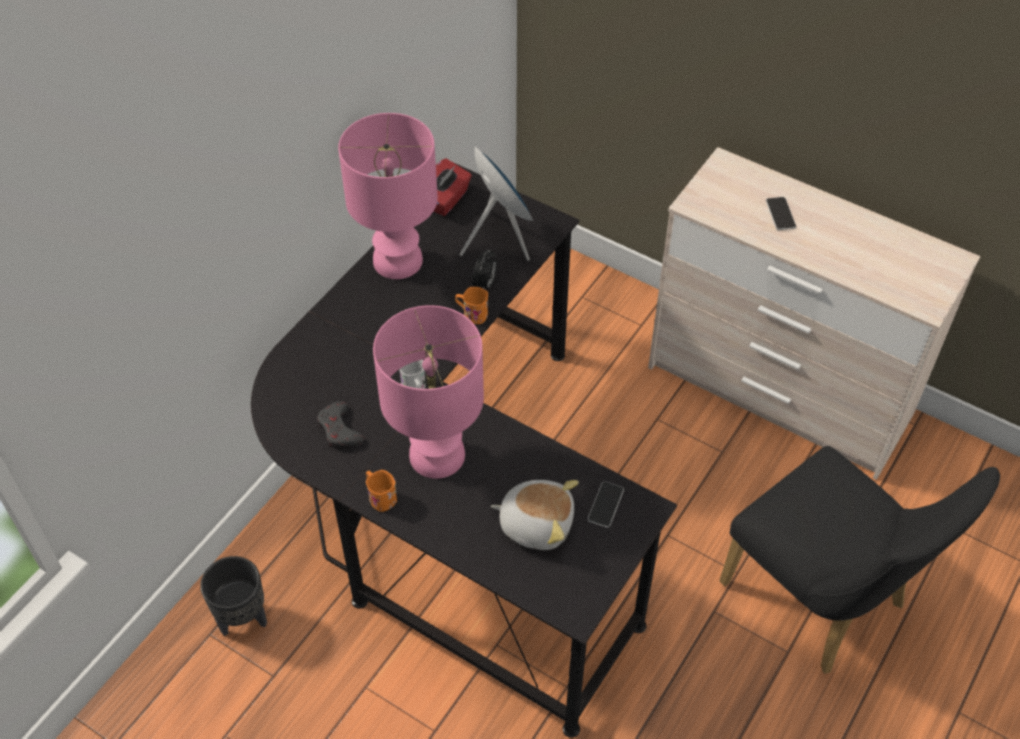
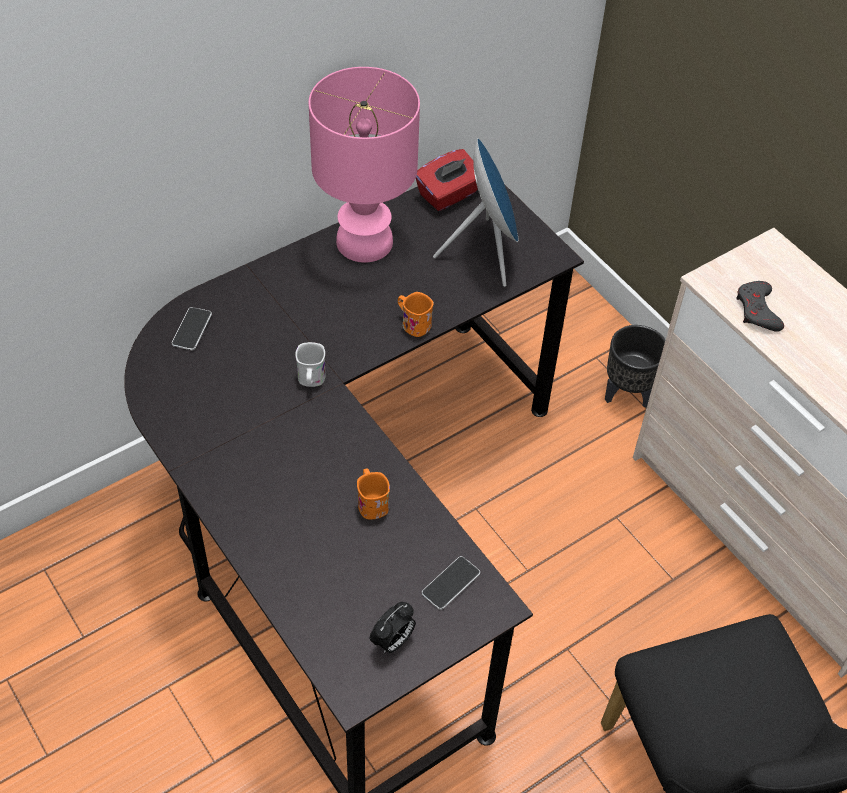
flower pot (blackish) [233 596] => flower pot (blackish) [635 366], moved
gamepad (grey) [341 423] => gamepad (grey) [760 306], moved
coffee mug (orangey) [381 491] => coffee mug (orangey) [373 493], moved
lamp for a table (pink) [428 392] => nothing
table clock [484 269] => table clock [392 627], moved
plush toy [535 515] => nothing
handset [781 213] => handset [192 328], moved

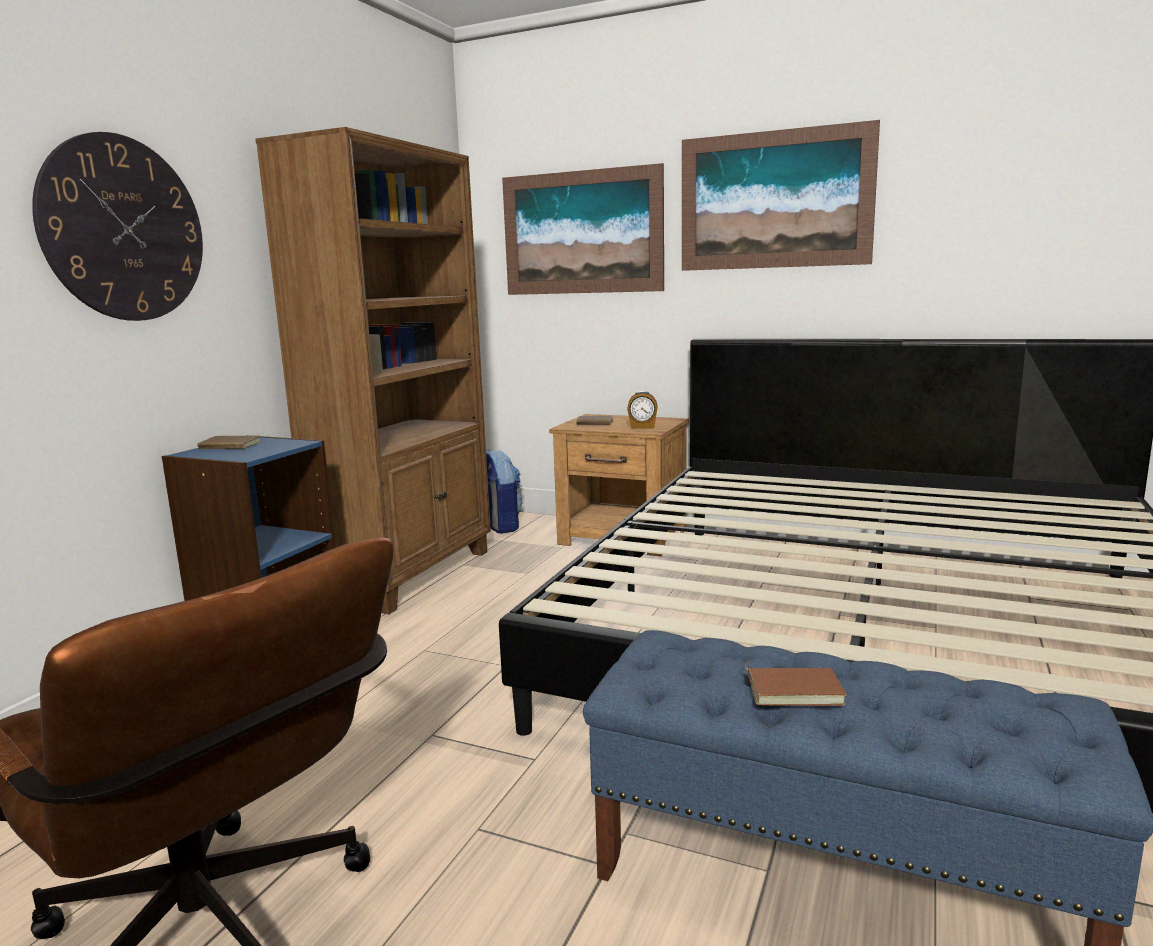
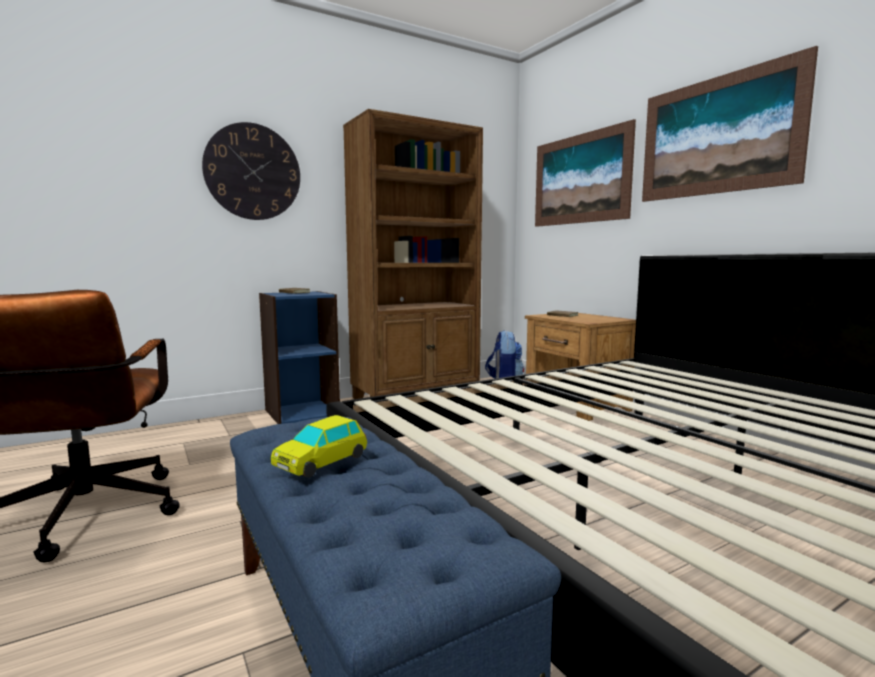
table clock [642 410] => nothing
bound book (brown) [796 683] => miniature car [319 446]

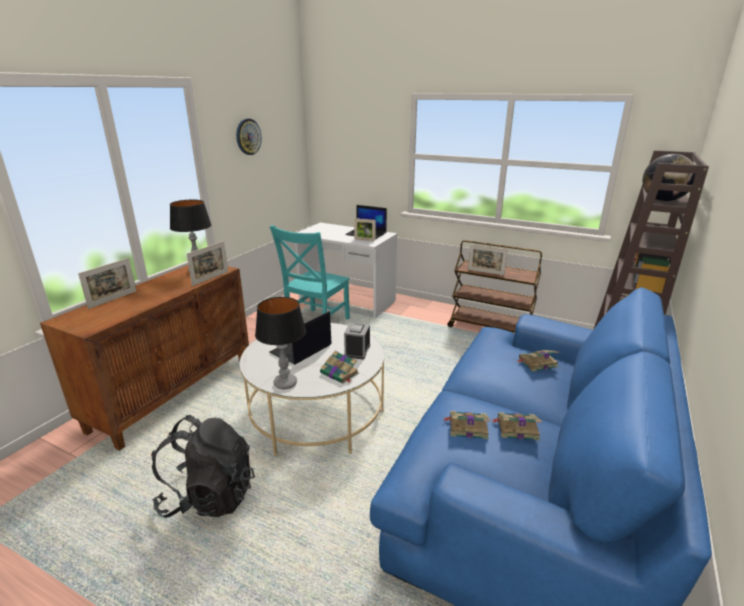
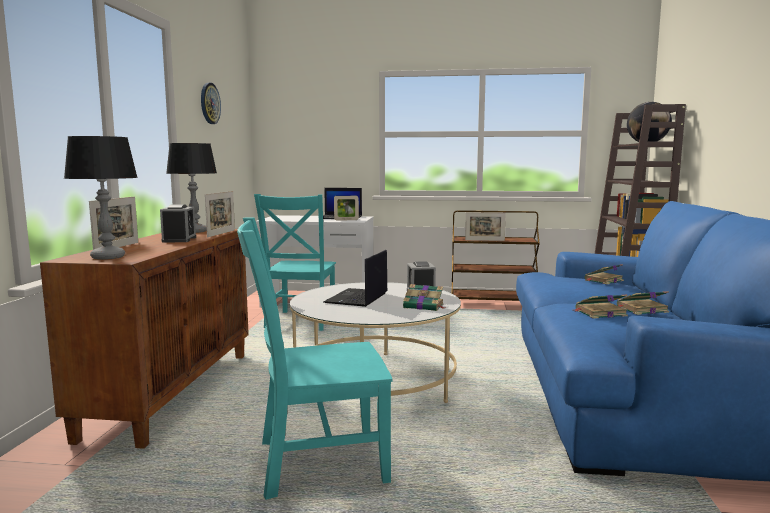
knapsack (blackish) [203 466] => upright chair (turquoise) [315 358]
lamp for a table [280 343] => lamp for a table [101 198], moved
nothing => table clock [178 223]

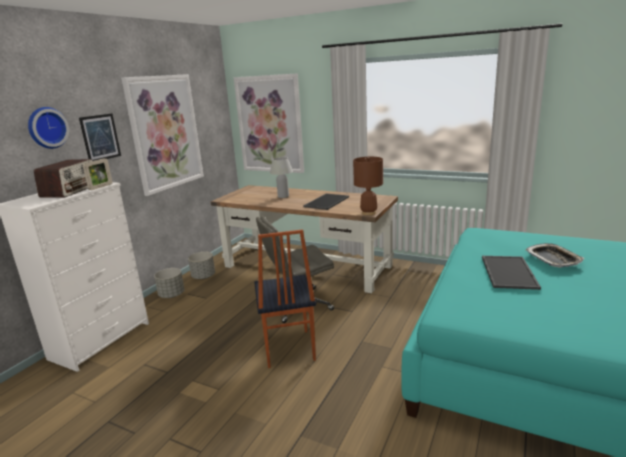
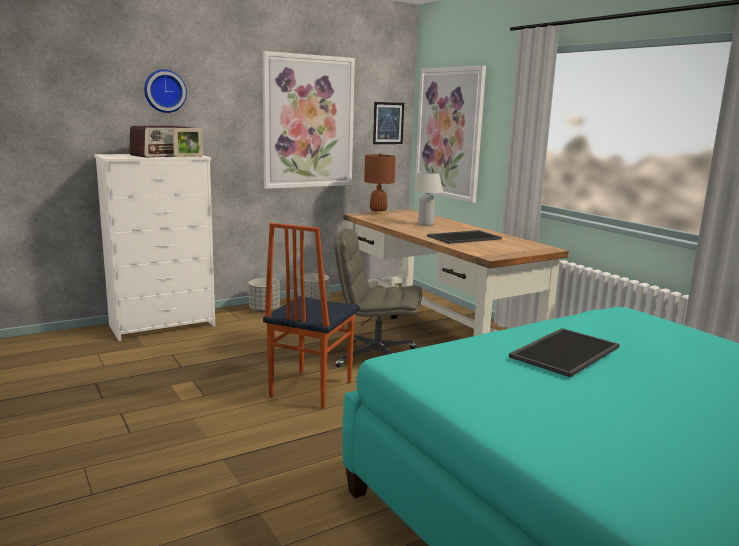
wall art [100 137] => wall art [388 123], moved
lamp for a table (brown) [368 186] => lamp for a table (brown) [380 184], moved
serving tray [554 255] => nothing

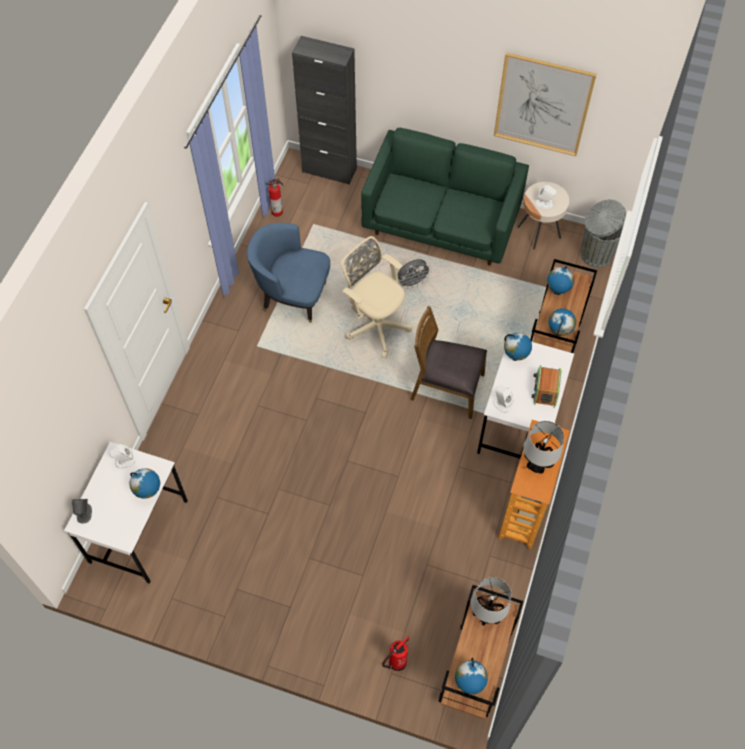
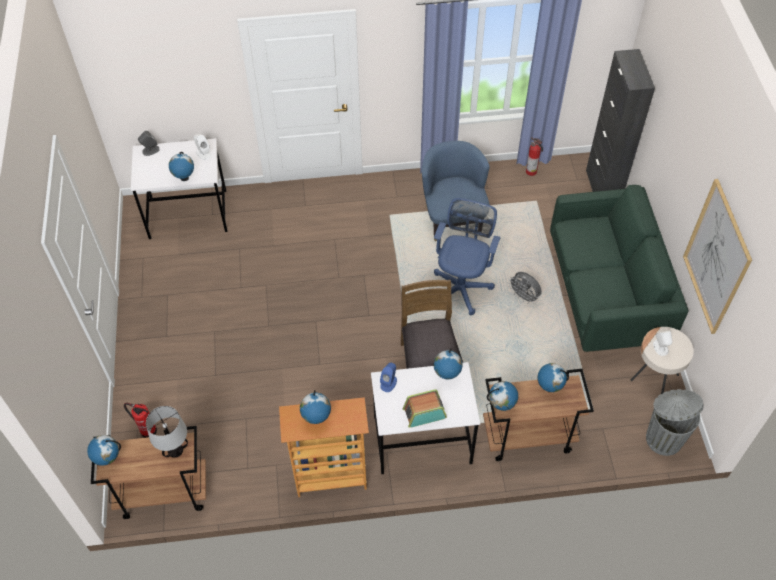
desk chair (sand-coloured) [376 297] => desk chair (bluish) [467 256]
loudspeaker (white) [503 399] => loudspeaker (bluish) [388 377]
lamp for a table [543 447] => globe [315 407]

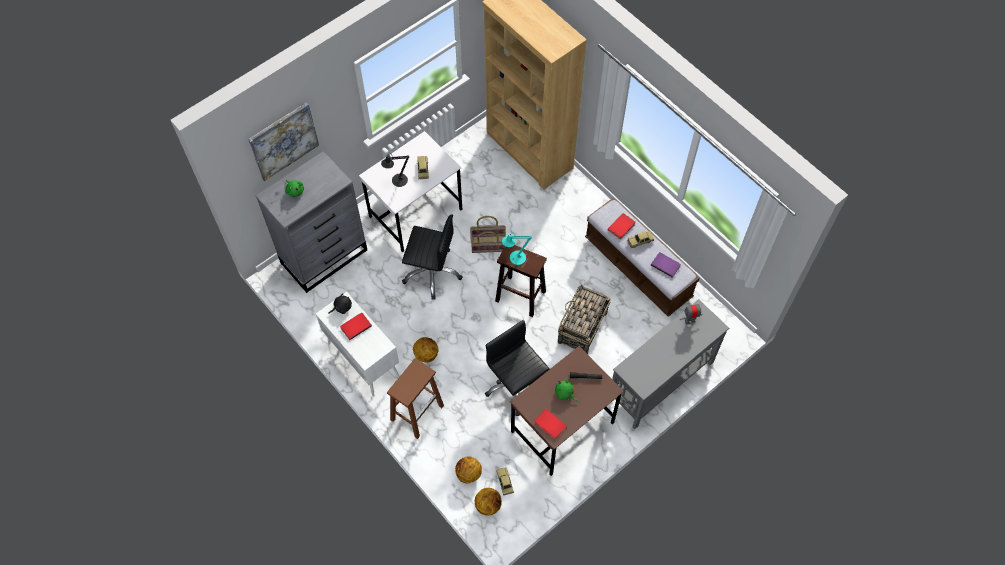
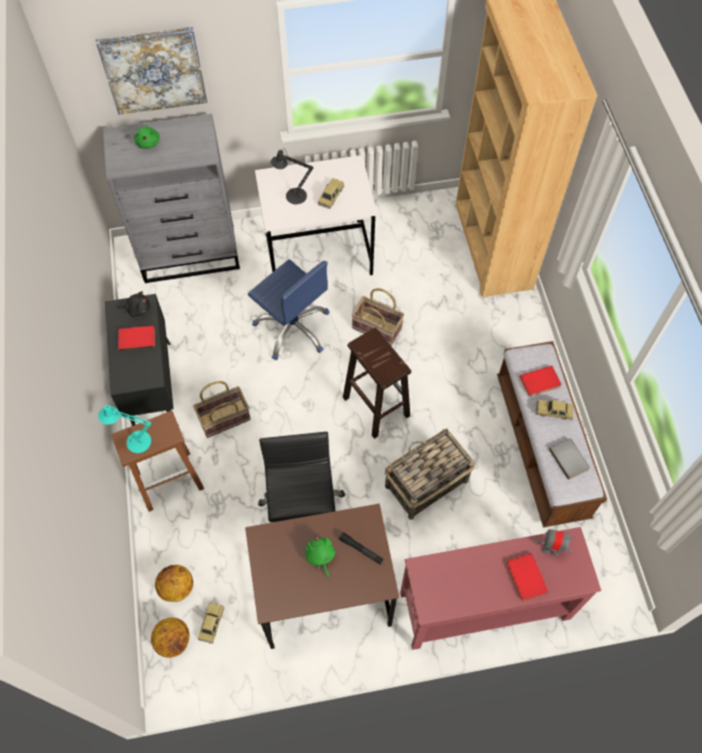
storage cabinet (white) [357 344] => storage cabinet (blackish) [142 360]
desk chair (blackish) [432 257] => desk chair (bluish) [289 309]
basketball [425 349] => storage basket [222 409]
lamp for a table (turquoise) [517 248] => lamp for a table (turquoise) [124 429], moved
bound book (red-coloured) [550 424] => bound book (red-coloured) [527 577], moved
console table (grey) [670 364] => console table (red-coloured) [500 588]
bound book (purple-coloured) [666 265] => bound book (grey) [569 459]

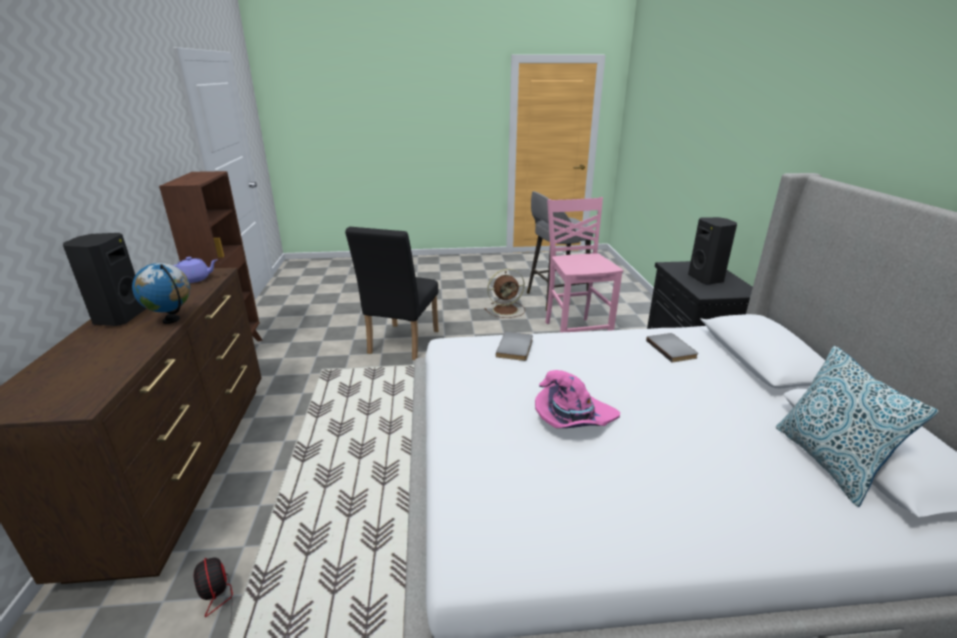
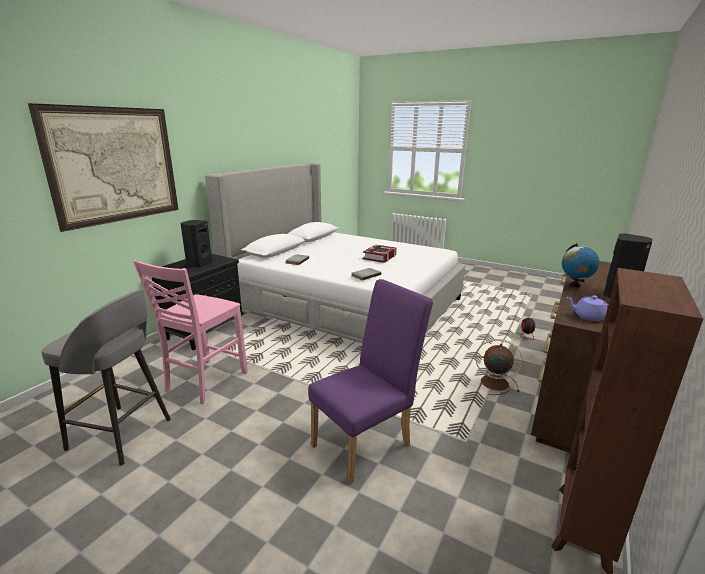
upright chair (blackish) [392 293] => upright chair (purple-coloured) [370 381]
cooling fan (brown) [504 293] => cooling fan (brown) [499 367], moved
hat (pink) [577 399] => bound book [380 254]
cushion [857 426] => nothing
nothing => wall art [103 167]

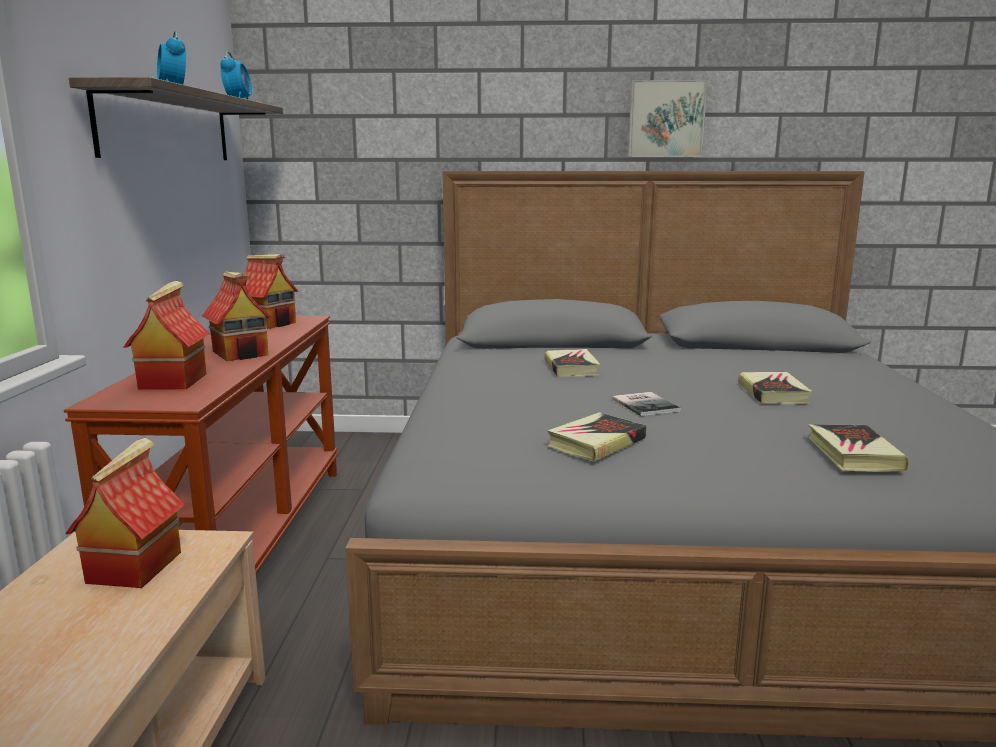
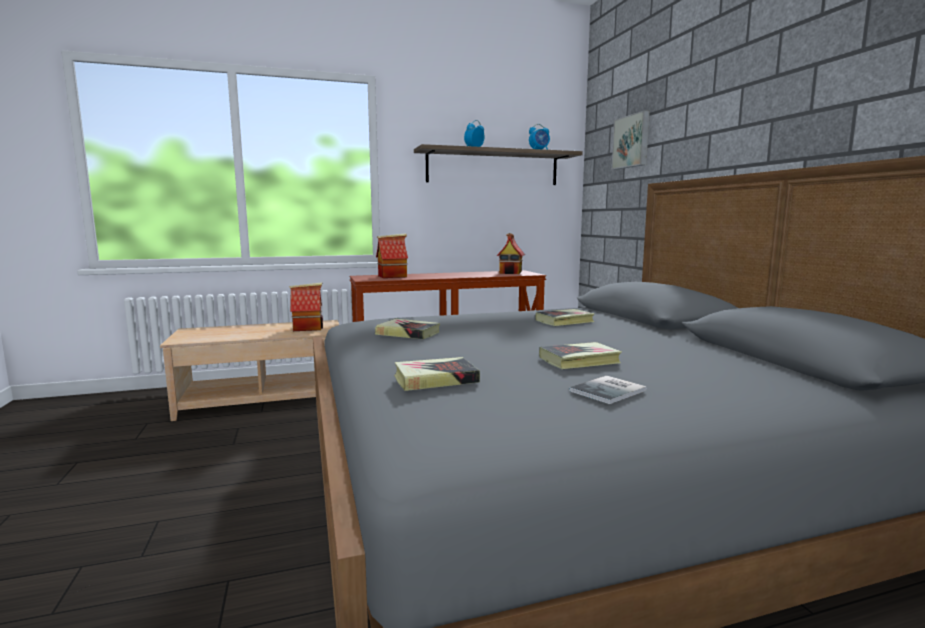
model house [237 316] => nothing
bound book [646 404] => bound book [608 390], moved
wall art [667 118] => wall art [631 140], moved

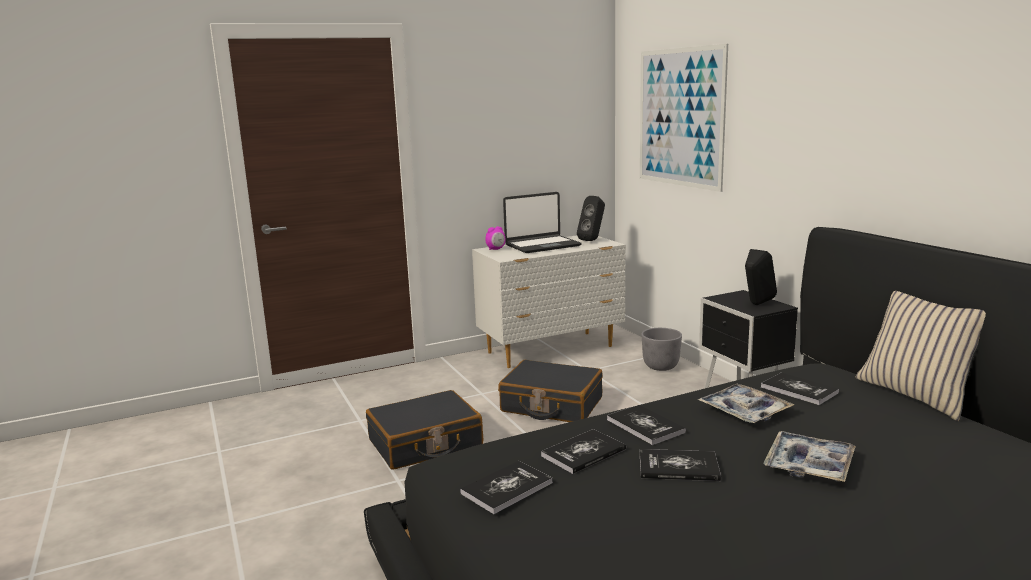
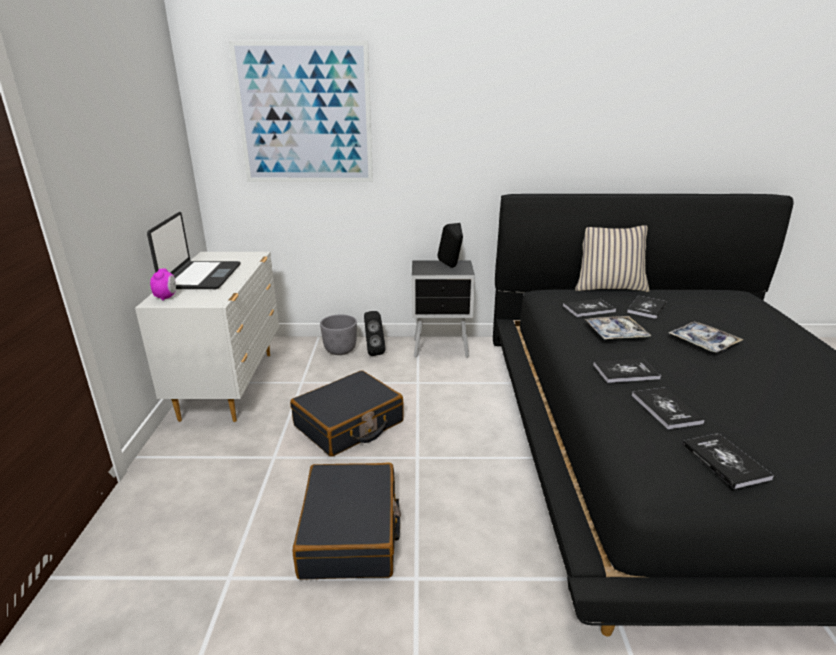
loudspeaker (blackish) [591 218] => loudspeaker (blackish) [375 333], moved
bound book [680 465] => bound book [646 307], moved

